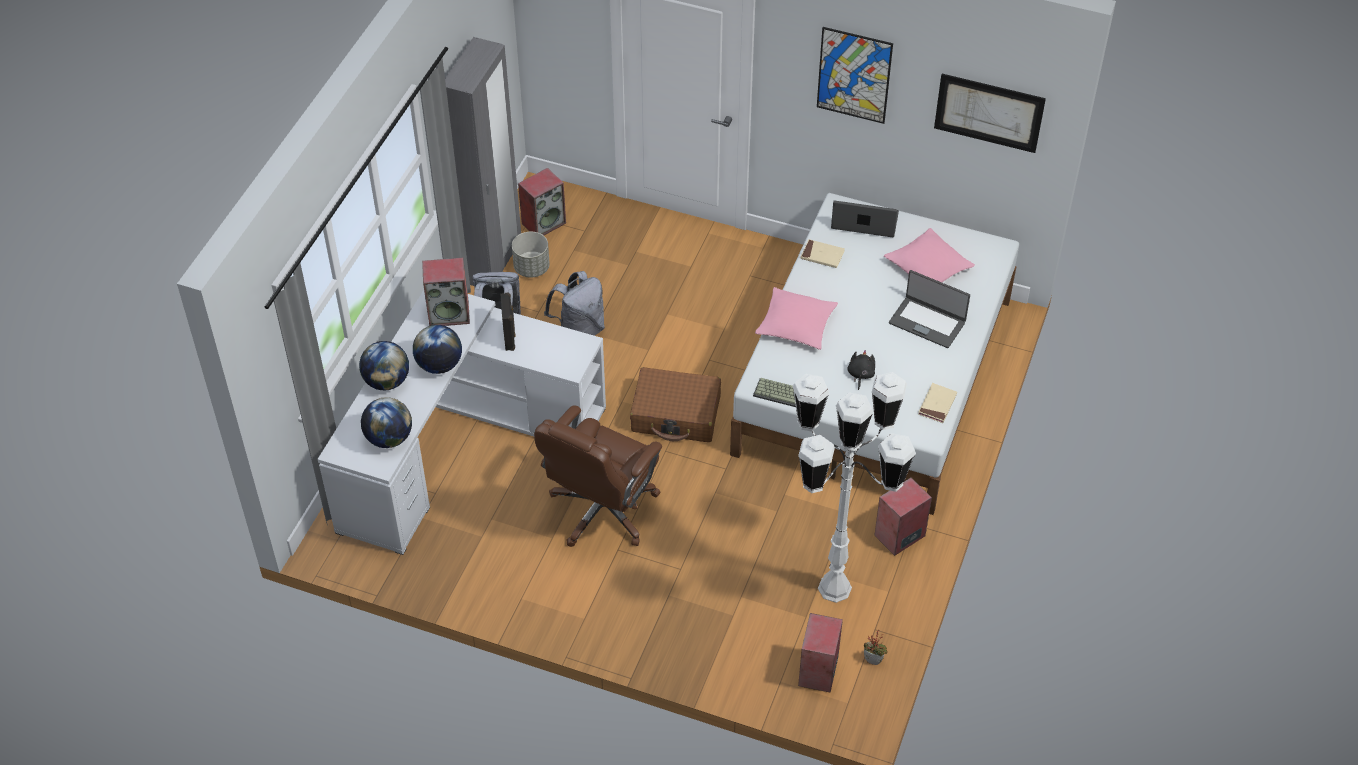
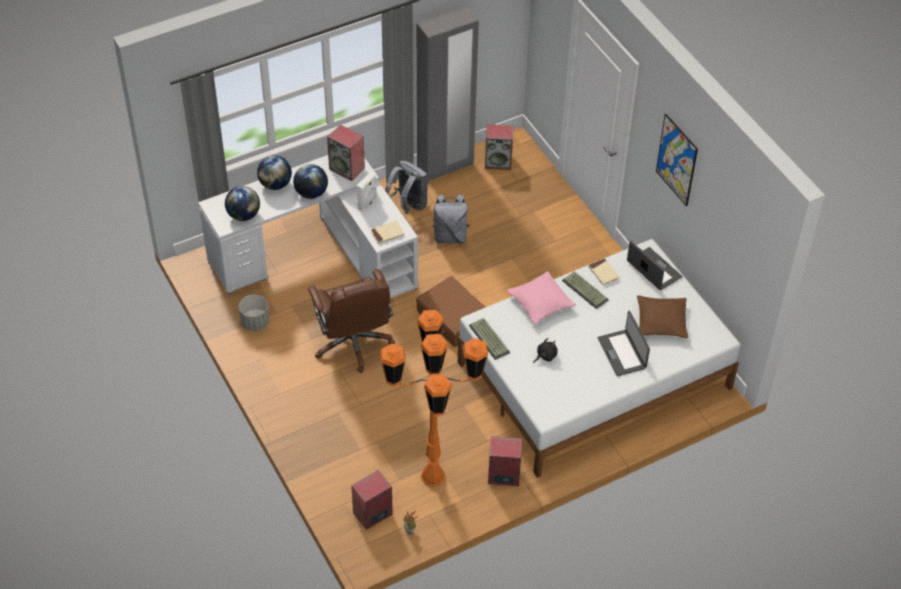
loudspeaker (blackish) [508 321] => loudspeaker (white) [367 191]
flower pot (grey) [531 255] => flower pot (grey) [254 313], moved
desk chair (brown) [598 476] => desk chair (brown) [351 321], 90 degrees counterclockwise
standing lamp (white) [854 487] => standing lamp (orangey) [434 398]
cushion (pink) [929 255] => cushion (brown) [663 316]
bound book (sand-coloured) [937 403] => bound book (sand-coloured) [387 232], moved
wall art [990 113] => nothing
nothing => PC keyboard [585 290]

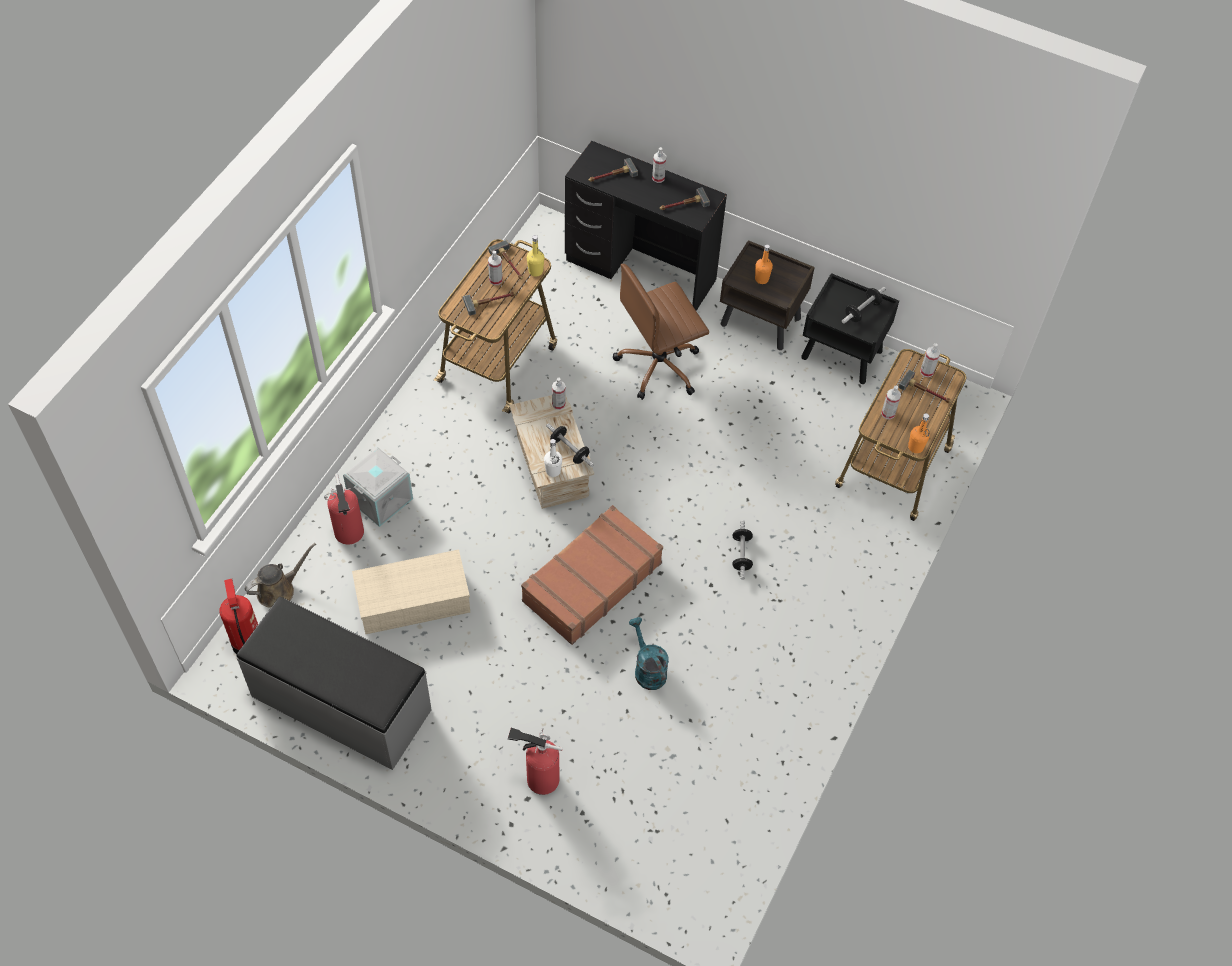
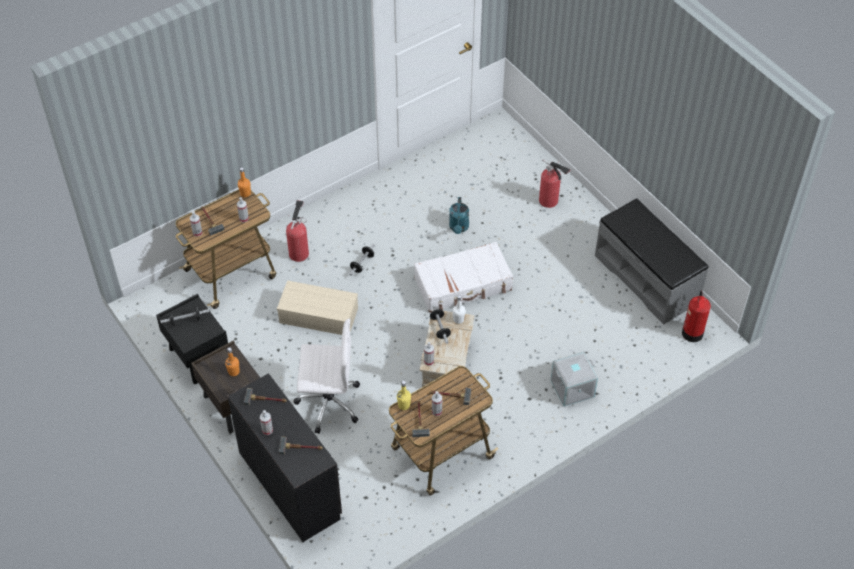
watering pot (brown) [280 575] => nothing
fire extinguisher [344 508] => fire extinguisher [297 231], moved
storage box (sand-coloured) [411 591] => storage box (sand-coloured) [317 307], moved
travel case (brown) [592 575] => travel case (white) [463 277]
desk chair (brown) [661 332] => desk chair (white) [327 376]

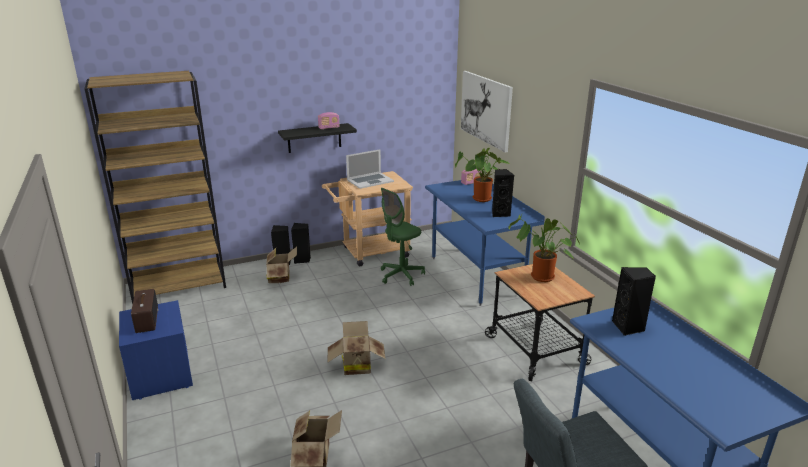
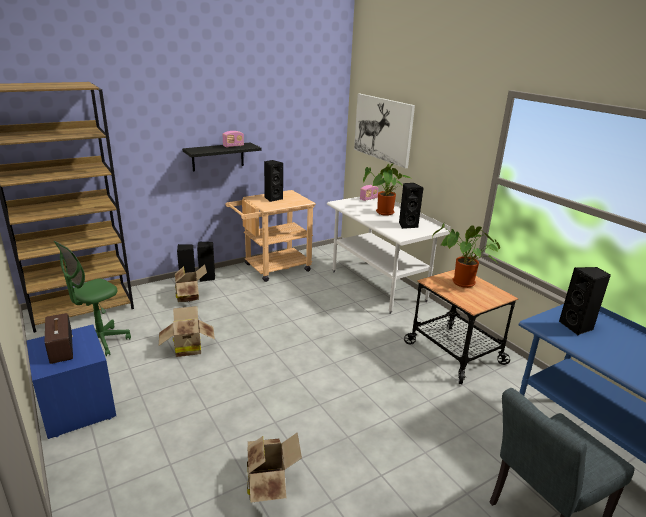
cardboard box [356 348] => cardboard box [187 331], moved
notebook computer [370 169] => loudspeaker (blackish) [273 181]
desk chair (green-coloured) [403 237] => desk chair (green-coloured) [92 298], moved
desk unit (bluish) [485 243] => desk unit (white) [389 255]

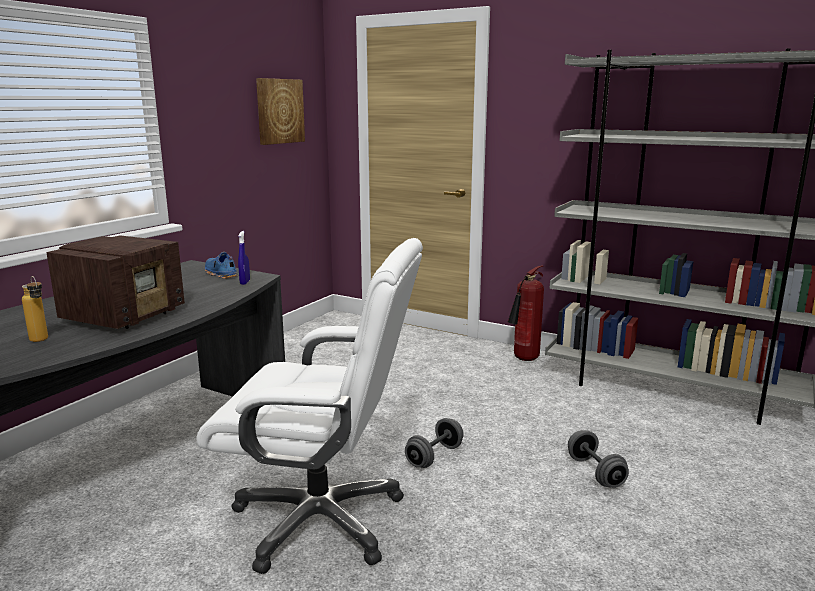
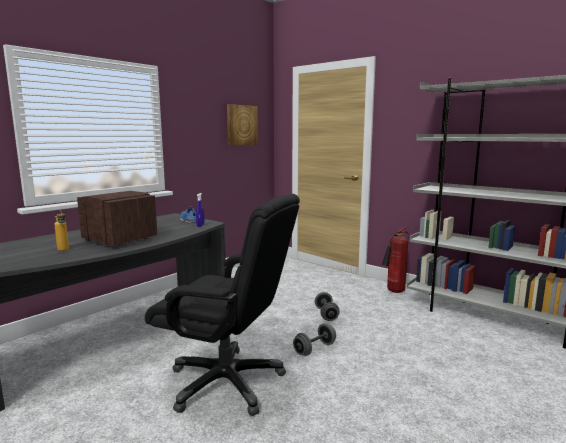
radio set [115 282] => radio set [117 218], 90 degrees counterclockwise
desk chair (white) [309 406] => desk chair (blackish) [222 305]
free weight (grey) [598 459] => free weight (grey) [327 306], moved

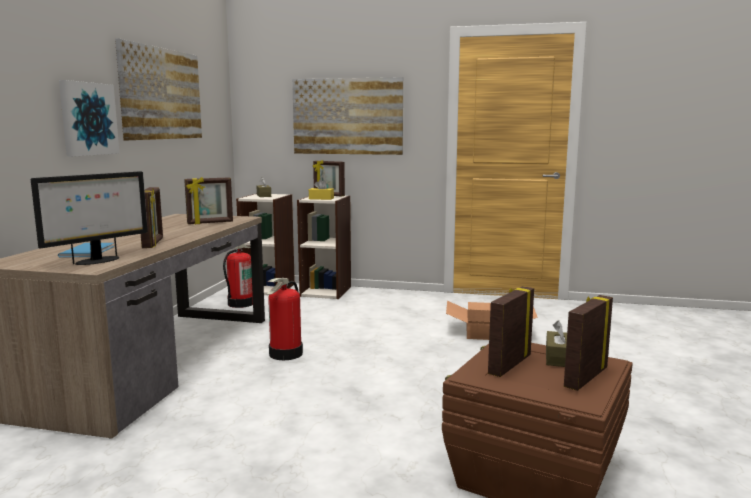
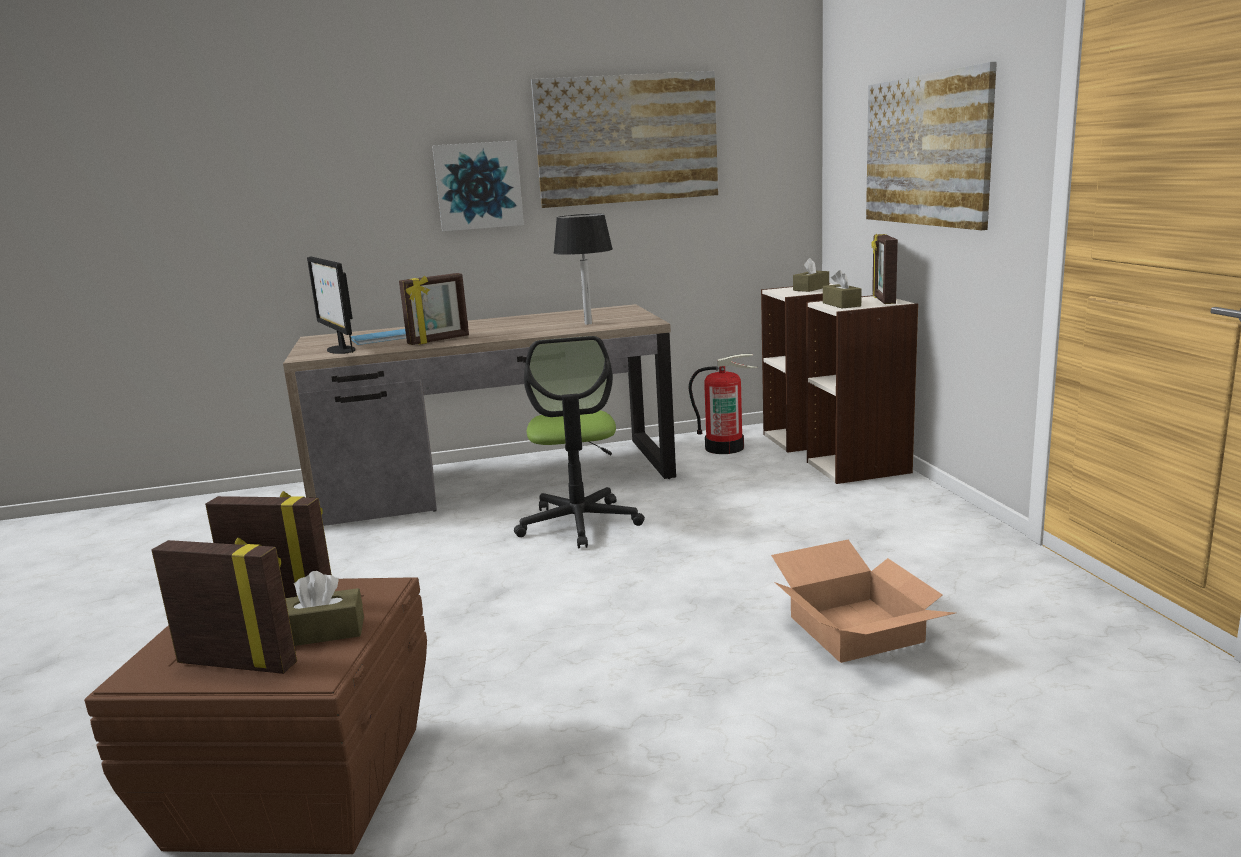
monitor [89 218] => monitor [331 305], 45 degrees clockwise
picture frame [208 200] => lamp for a table (blackish) [583 269]
fire extinguisher [285 319] => desk chair [579 442]
box of tissues (yellowish) [321 189] => box of tissues (brown) [842 289]

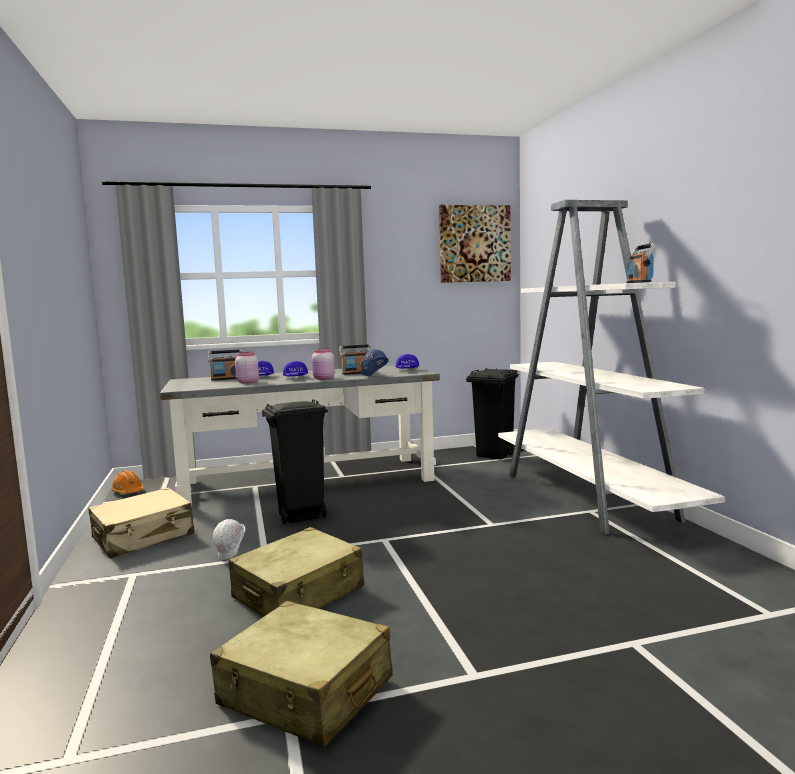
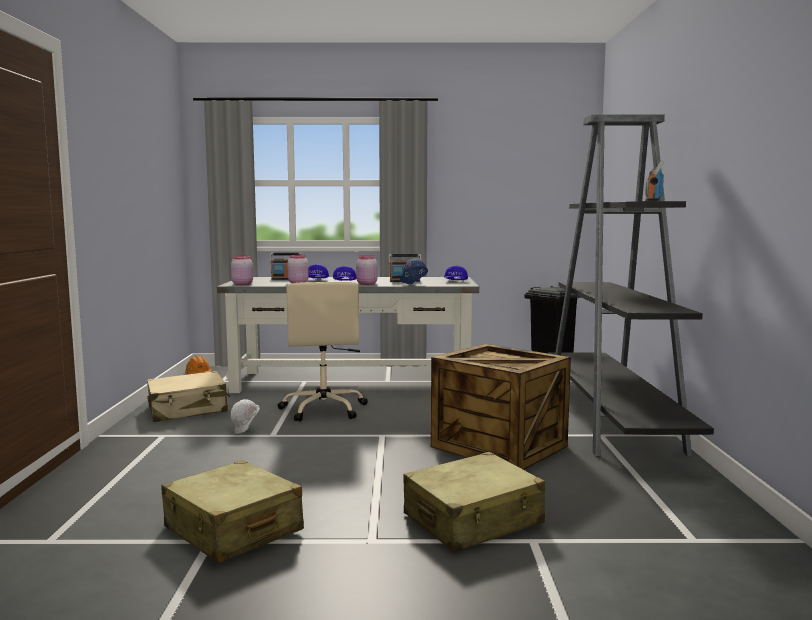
travel case (sand-coloured) [296 572] => travel case (sand-coloured) [474 502], moved
rubbish bin (blackish) [295 462] => desk chair (sand-coloured) [323 352]
wall art [475 244] => nothing
shelving unit (white) [611 367] => shelving unit (blackish) [630 285]
nothing => storage jar (pink) [242 270]
nothing => shipping crate [501 407]

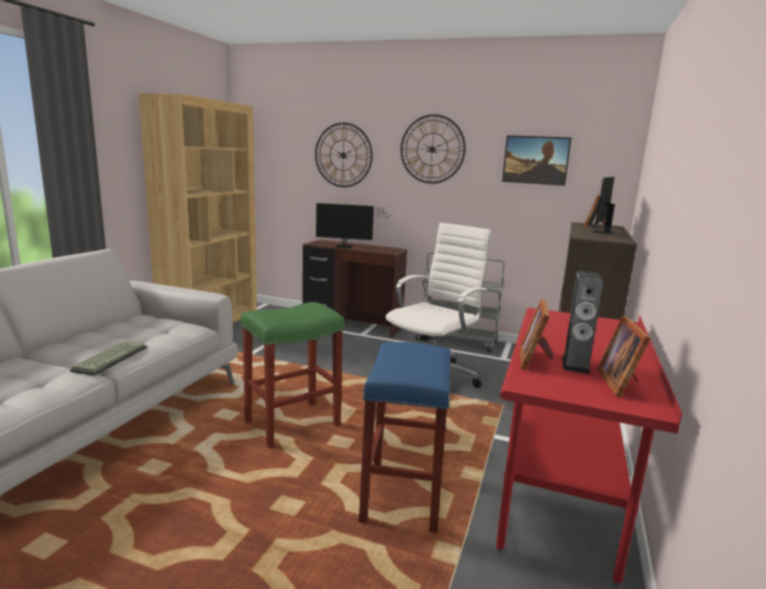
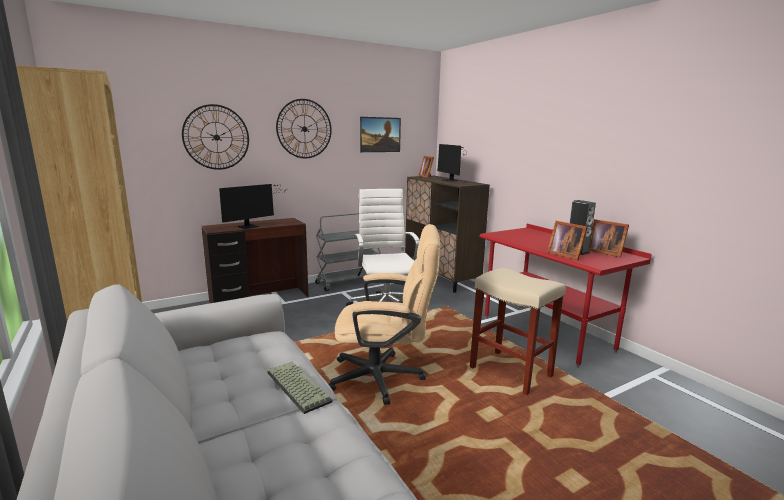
stool (green-coloured) [292 375] => desk chair (sand-coloured) [384 314]
stool (bluish) [405 437] => stool (sand-coloured) [518 331]

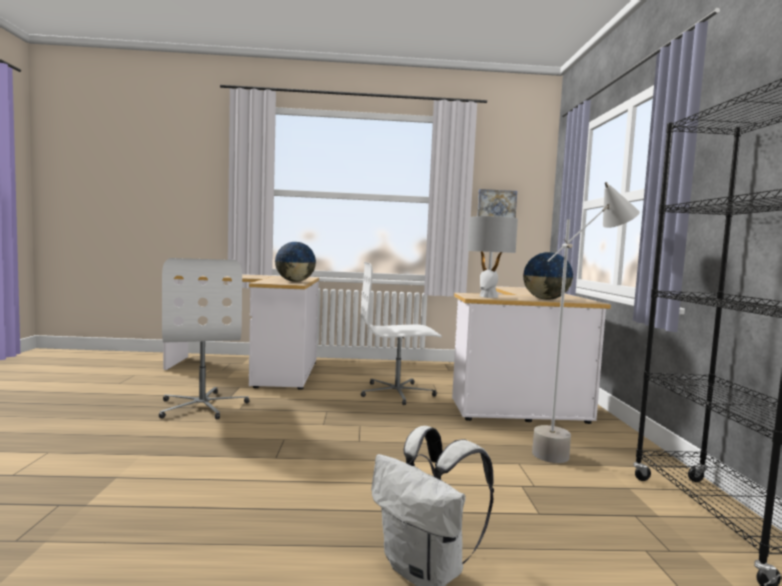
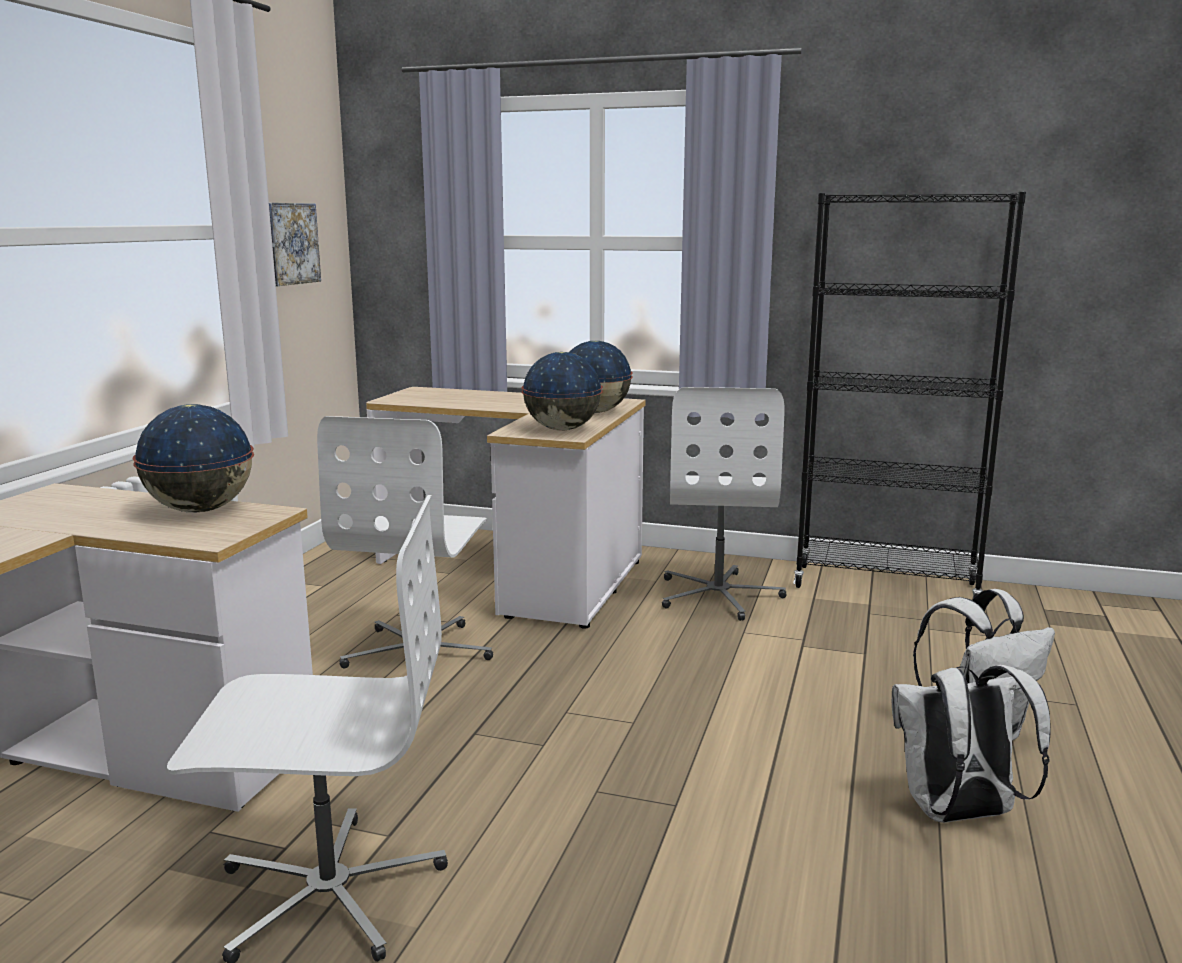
lamp for a table (grey) [492 257] => globe [562 391]
standing lamp (grey) [586 322] => desk chair (white) [724 504]
nothing => knapsack (white) [971 744]

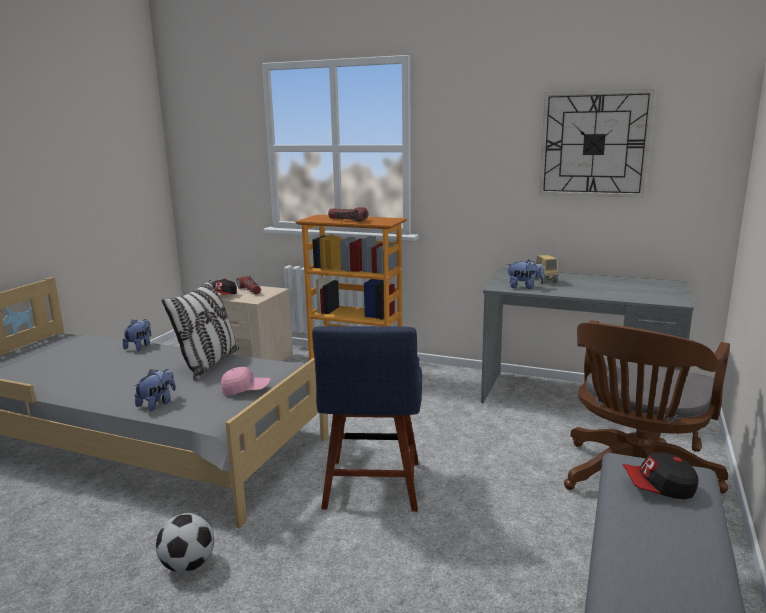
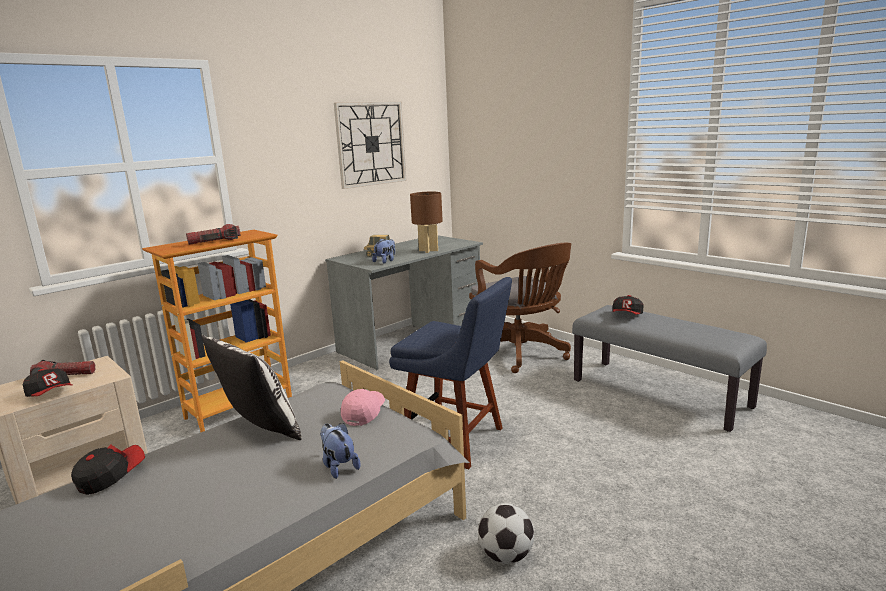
plush toy [137 335] => cap [108 469]
nothing => lamp for a table (brown) [426 222]

